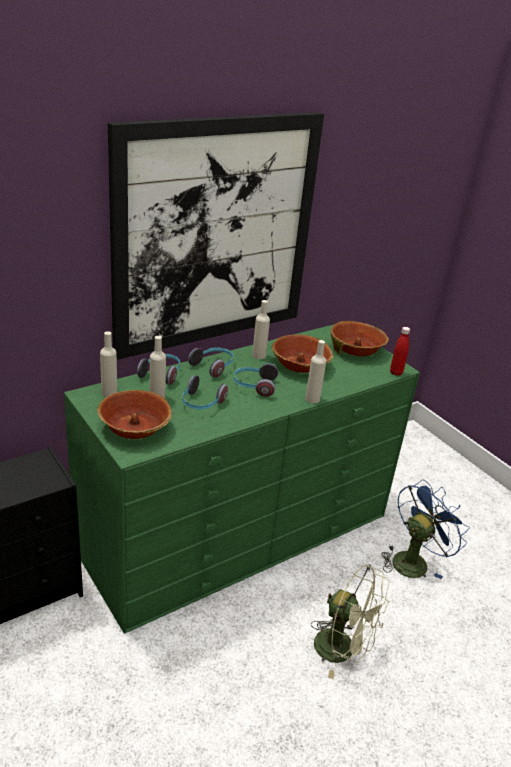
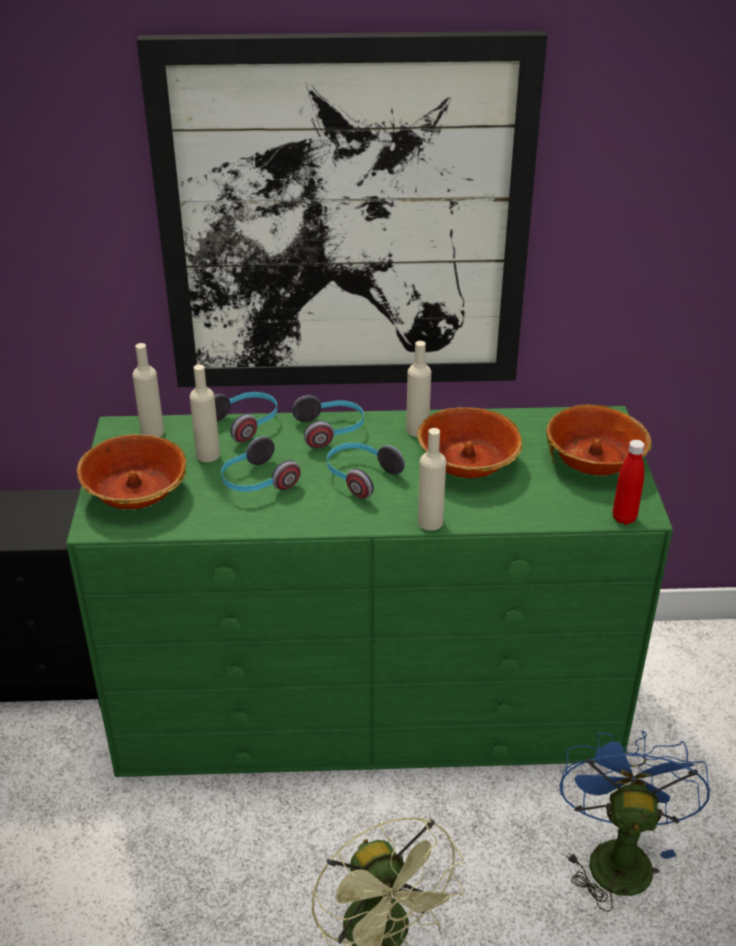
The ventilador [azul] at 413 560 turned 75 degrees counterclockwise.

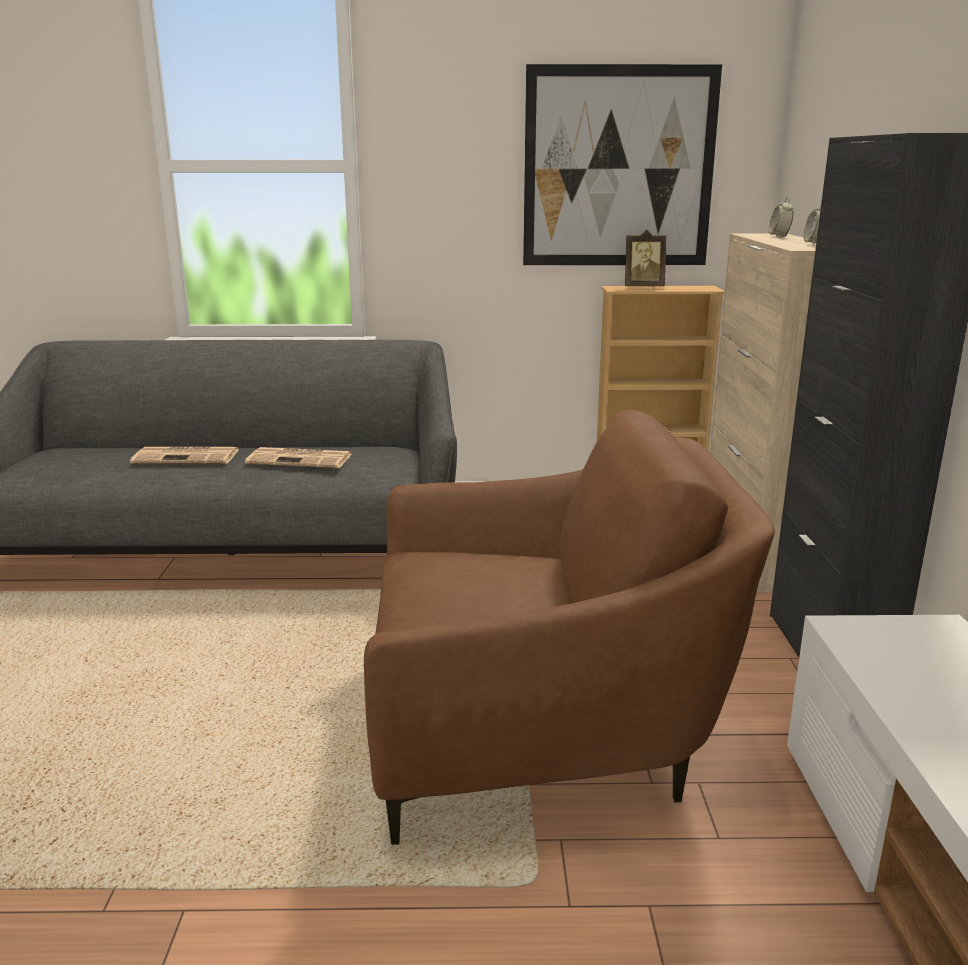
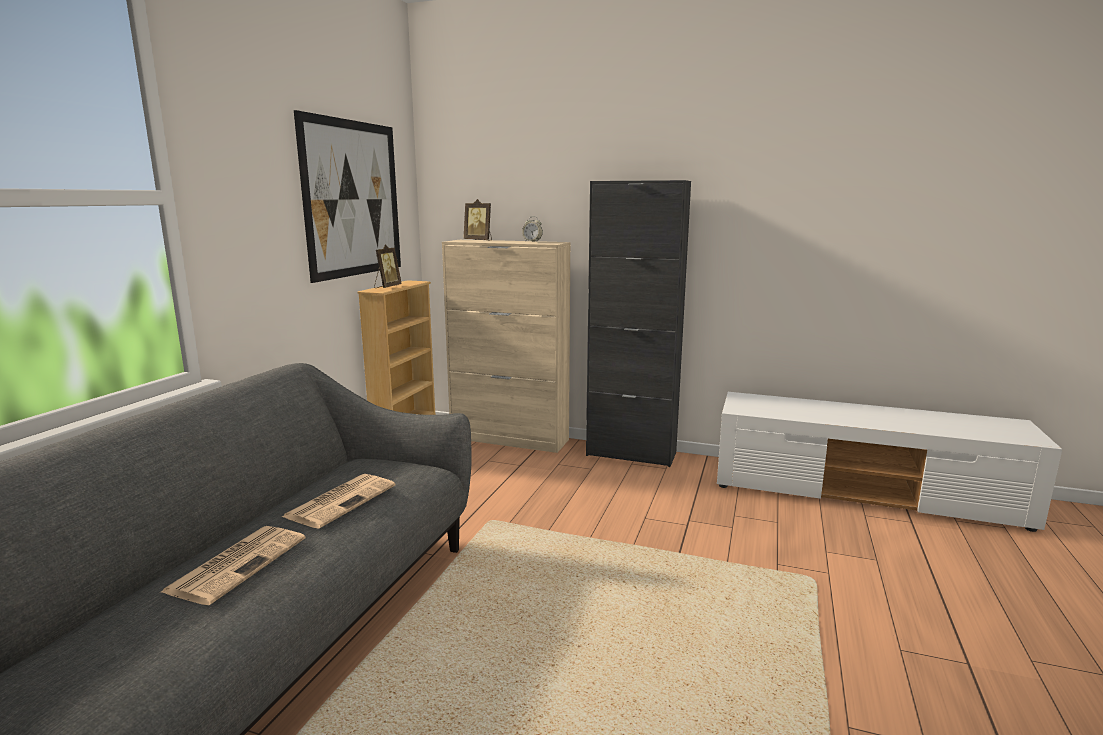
The despertador at 779 236 was replaced by the portarretratos at 479 240.
The sillón [marrón] at 541 732 disappeared.

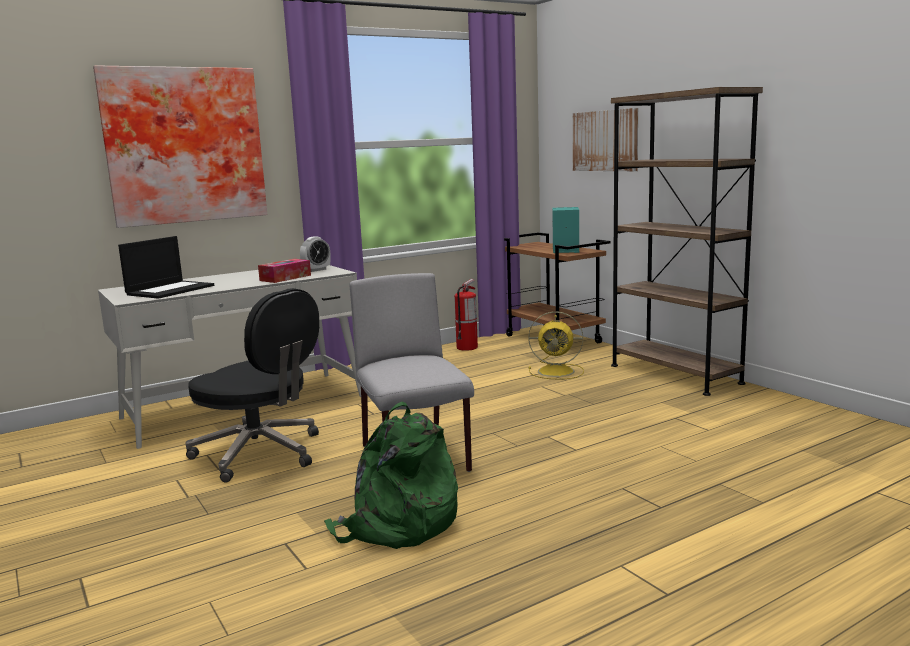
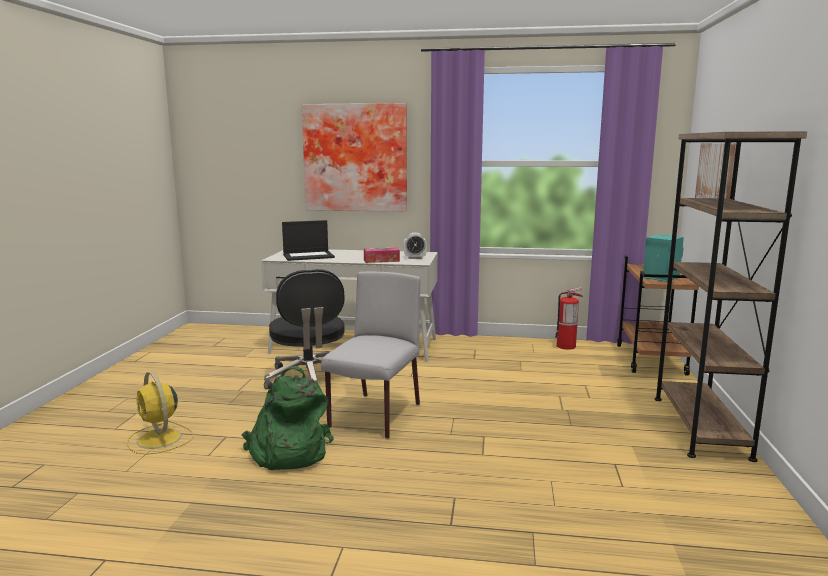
The ventilador [amarillo] moved from 557 371 to 160 439.

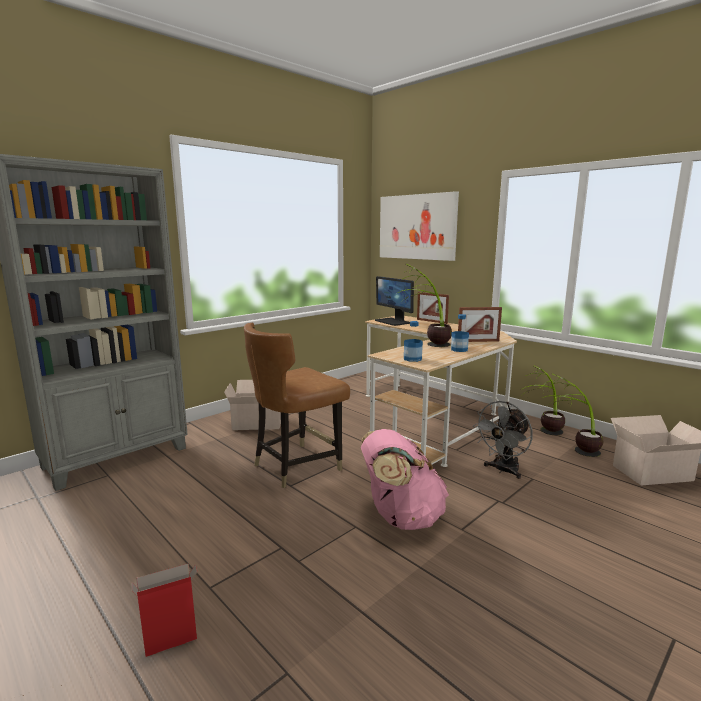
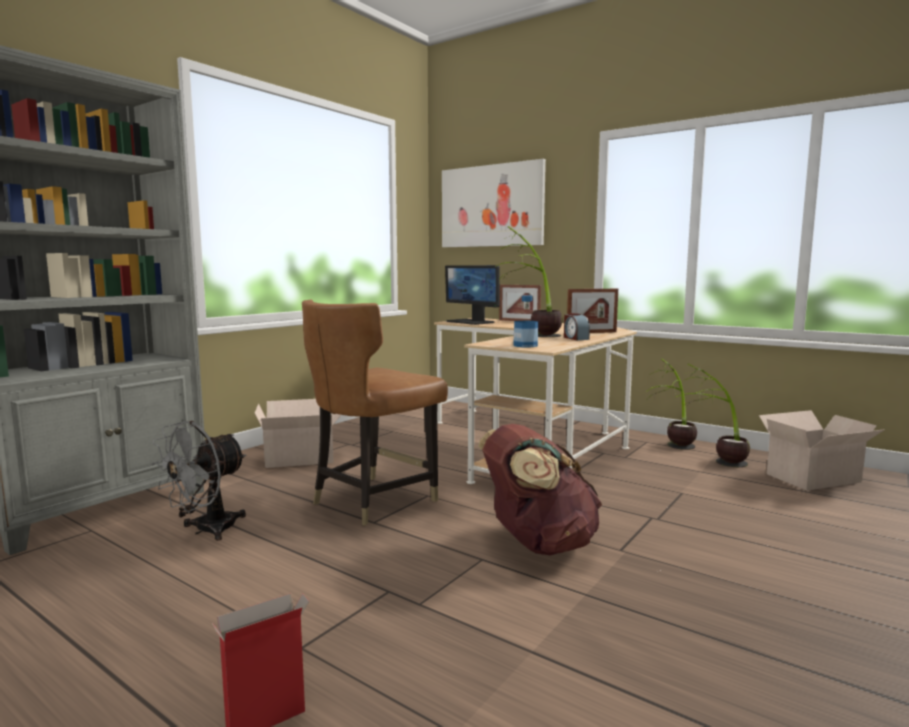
The botella at 459 349 was replaced by the despertador at 575 338.
The ventilador [gris] moved from 503 470 to 206 530.
The mochila [rosa] at 401 517 became the mochila [marrón] at 537 544.

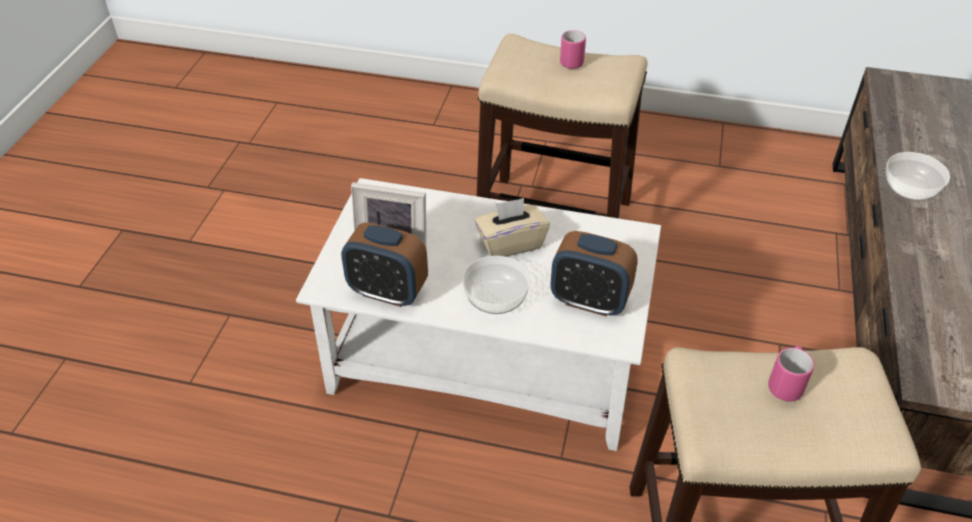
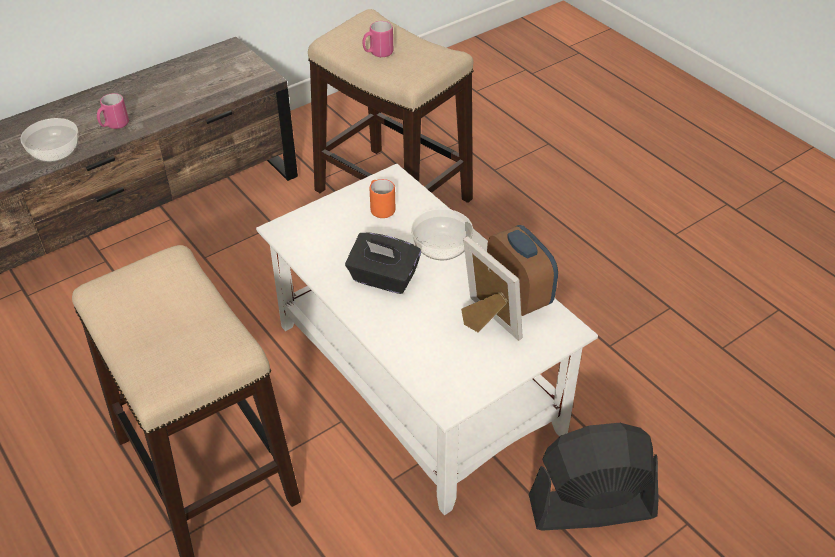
The taza grande [rosa] moved from 571 60 to 114 125.
The caja de pañuelos [beis] at 510 243 became the caja de pañuelos [negro] at 383 278.
The despertador at 589 301 was replaced by the taza grande [naranja] at 380 208.
The ventilador [negro] at 591 506 appeared.

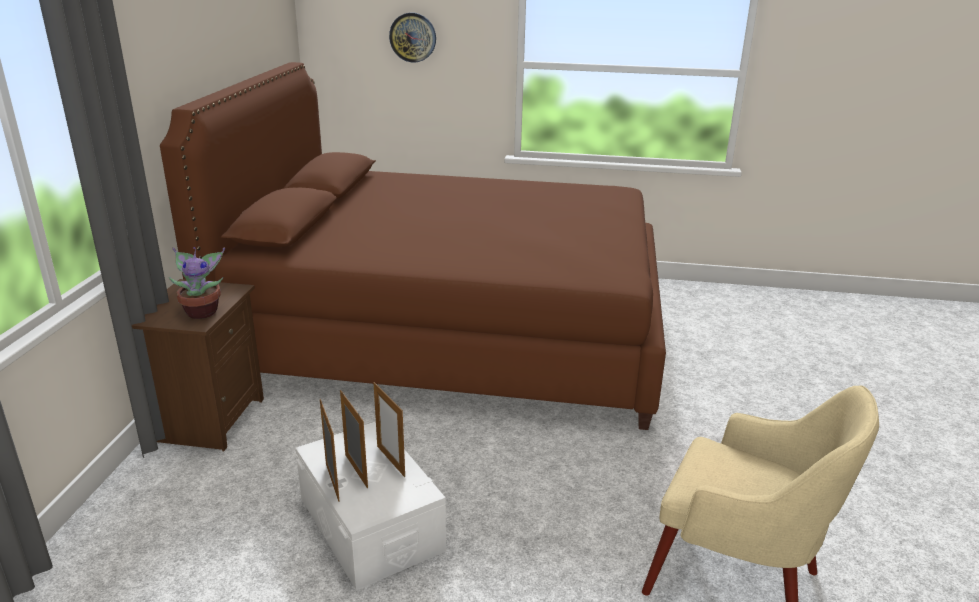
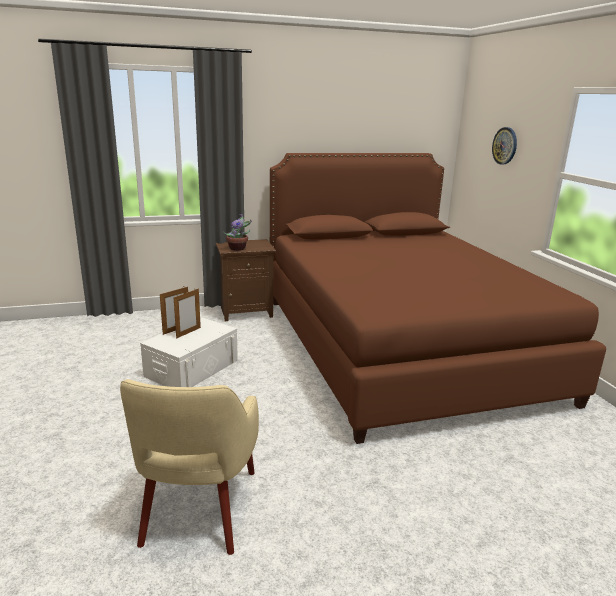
The portarretratos at 391 461 disappeared.

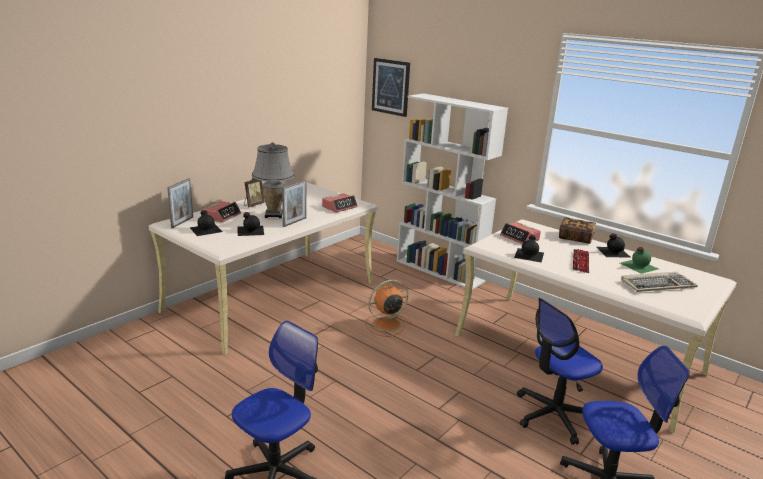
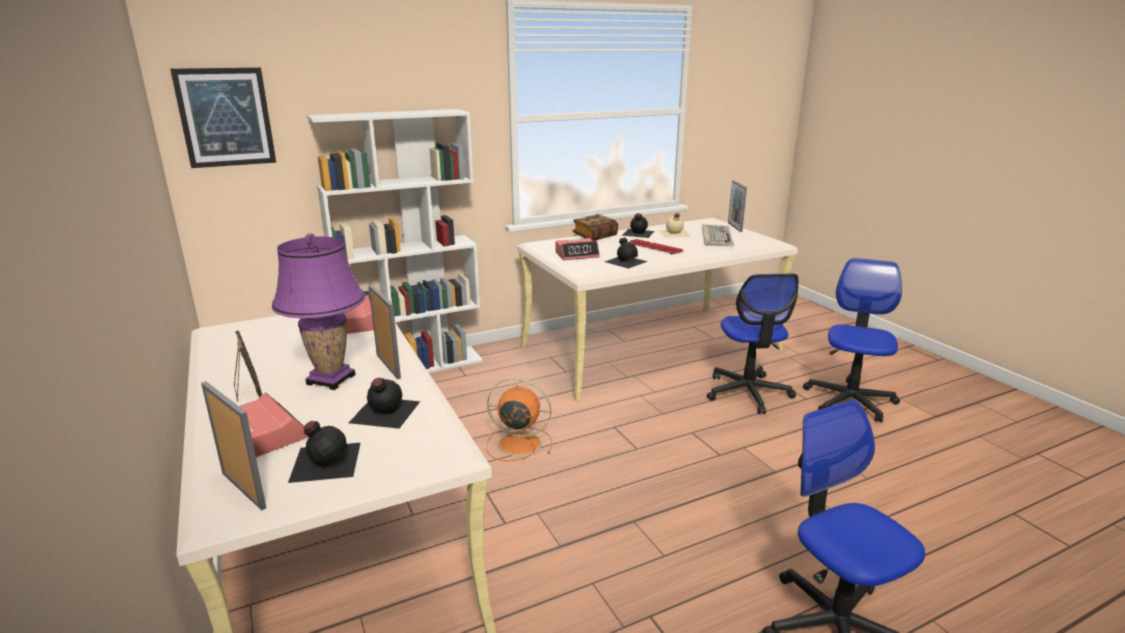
The lámpara de mesa [gris] at 274 215 became the lámpara de mesa [morado] at 331 379.
The botella [verde] at 638 265 became the botella [beis] at 674 233.
The ventilador [naranja] at 385 324 turned 105 degrees clockwise.
The portarretratos at 734 227 appeared.

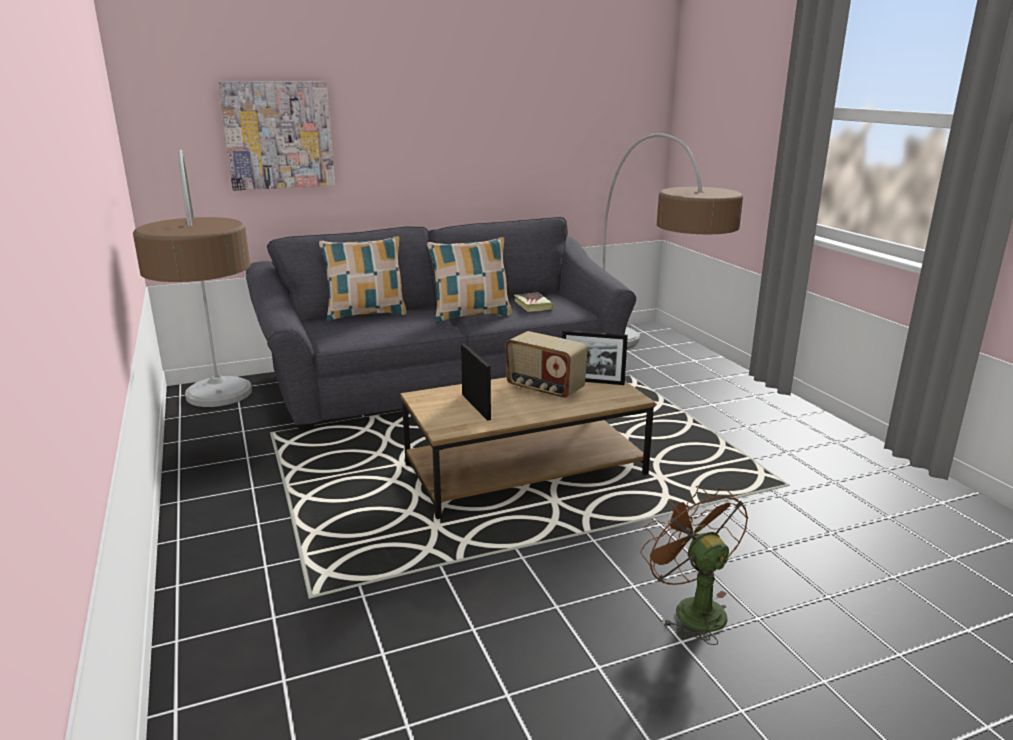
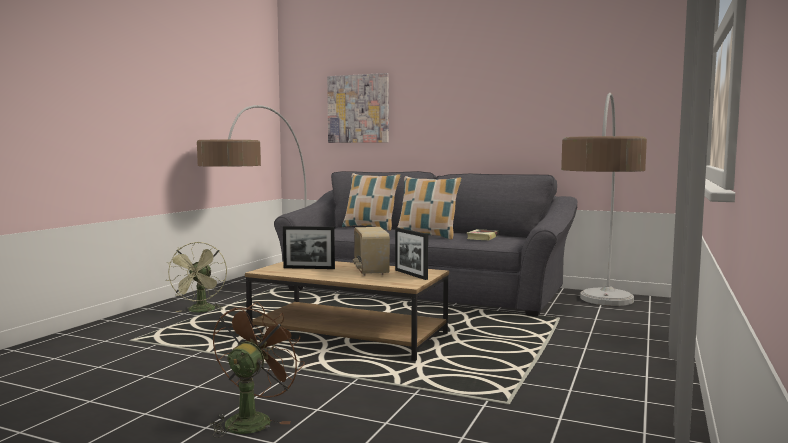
The portarretratos at 476 406 turned 75 degrees clockwise.
The ventilador [verde] at 200 311 appeared.

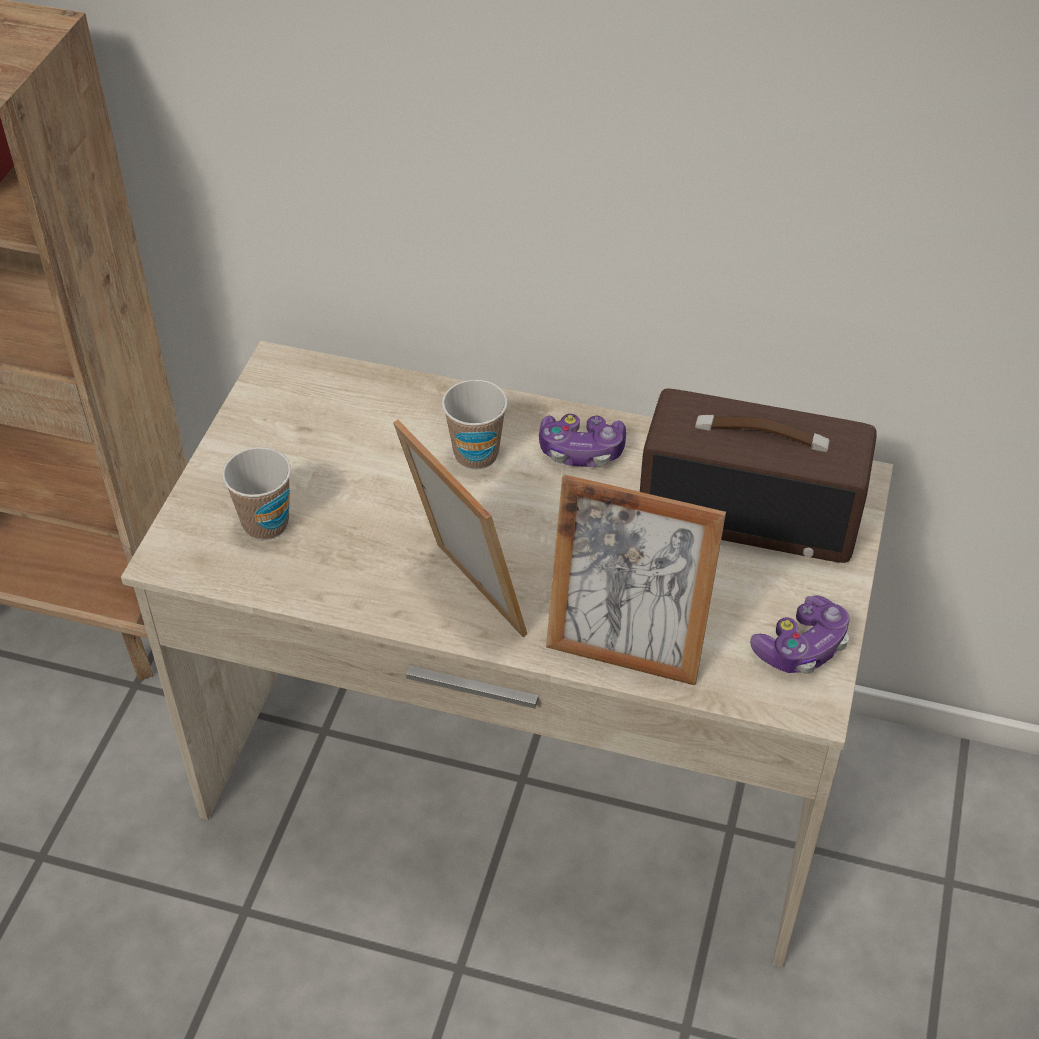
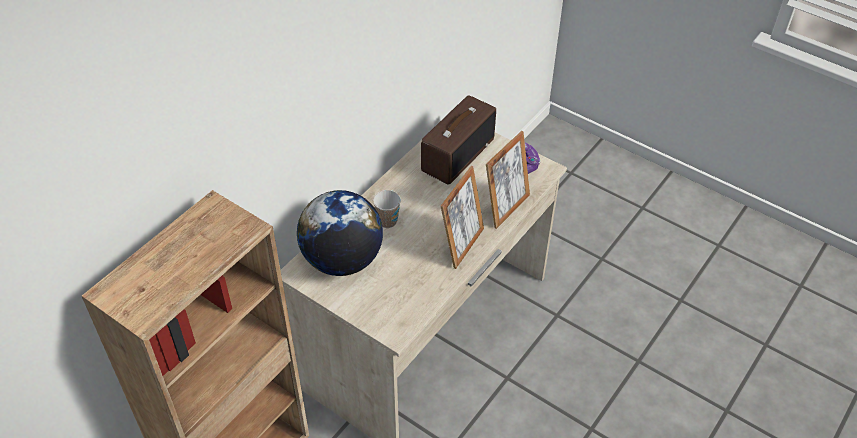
The mando de consola at 581 451 disappeared.
The portarretratos at 465 597 turned 135 degrees clockwise.
The taza at 266 524 disappeared.
The globo terráqueo at 342 260 appeared.

